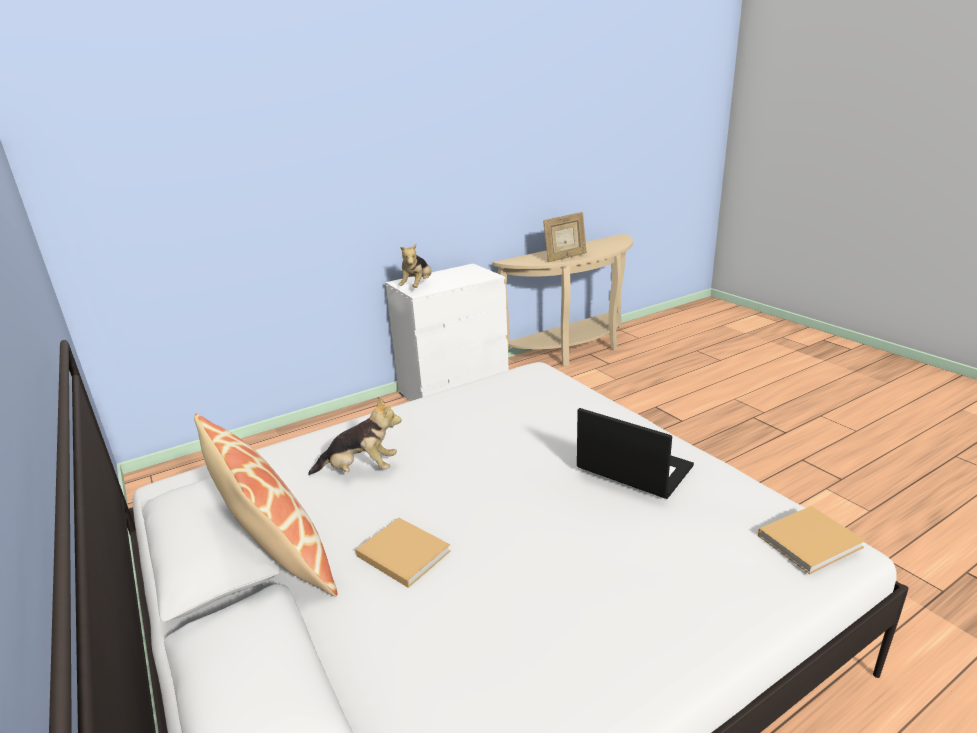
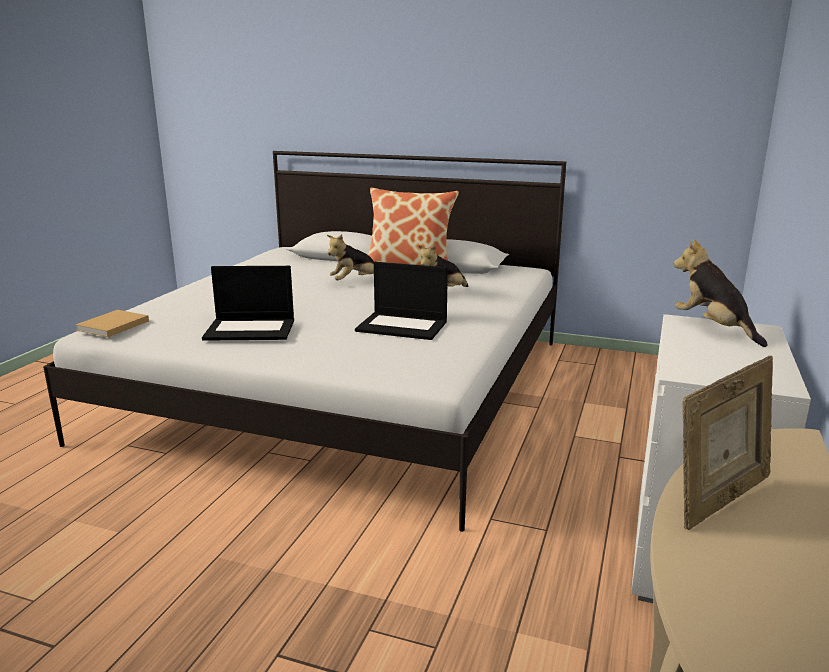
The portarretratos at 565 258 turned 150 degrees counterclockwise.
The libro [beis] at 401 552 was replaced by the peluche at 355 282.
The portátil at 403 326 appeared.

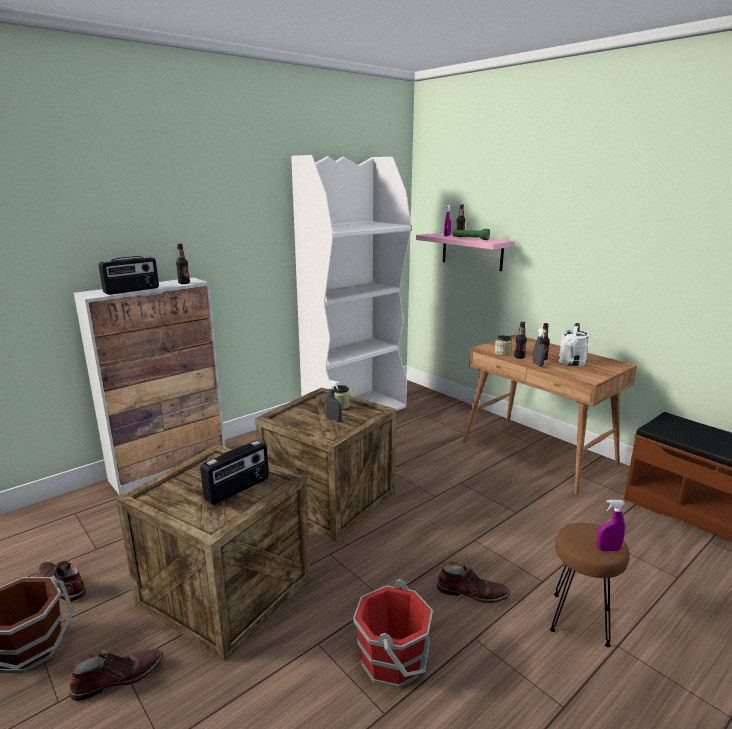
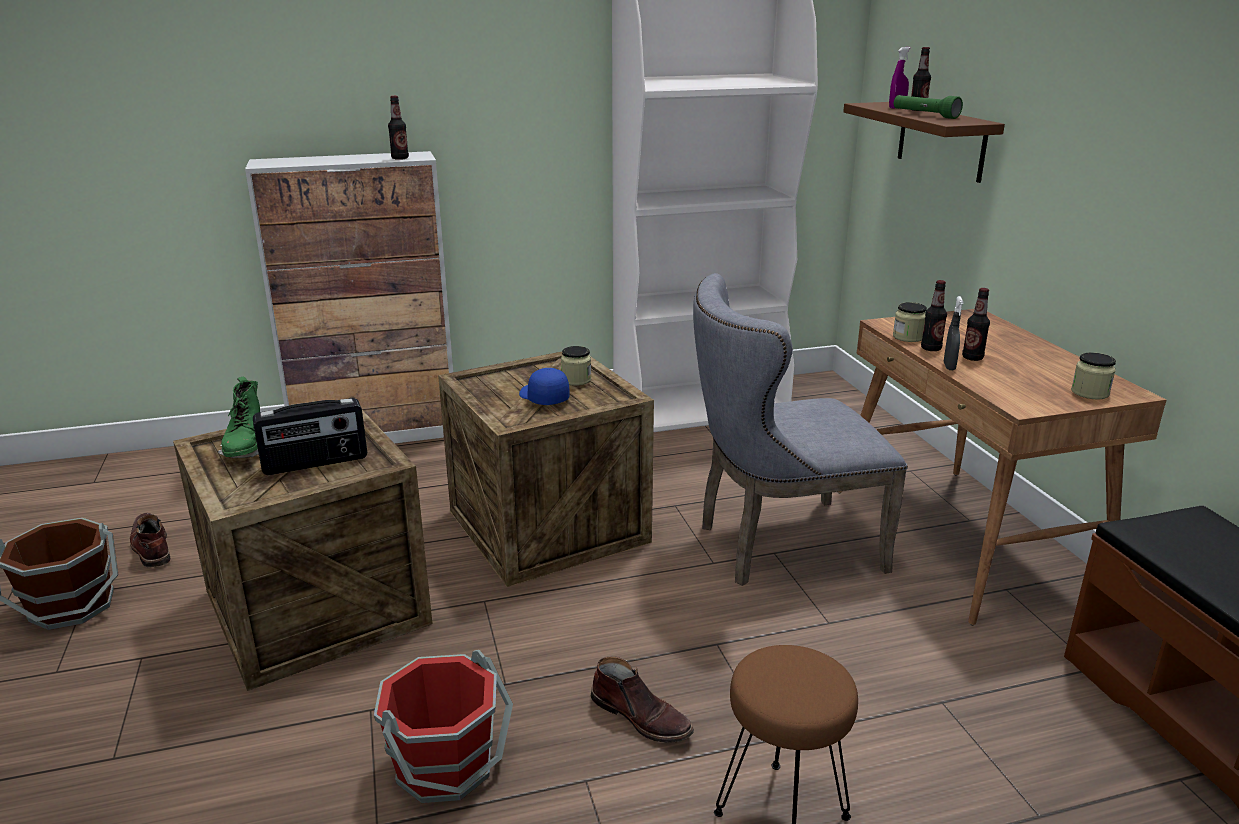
The estante [rosa] at 472 251 became the estante [marrón] at 941 141.
The radio at 132 290 disappeared.
The regadera [blanco] at 571 363 disappeared.
The pulverizador [gris] at 333 419 was replaced by the gorra [azul] at 543 398.
The pulverizador [morado] at 608 549 disappeared.
The bota [marrón] at 118 677 disappeared.
The silla [gris] at 777 546 appeared.
The tarro at 1090 393 appeared.
The bota [verde] at 246 450 appeared.

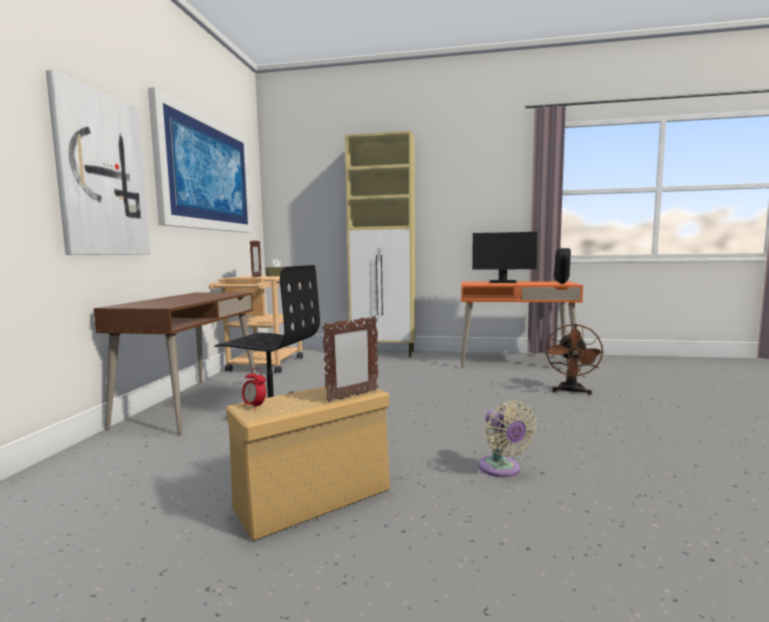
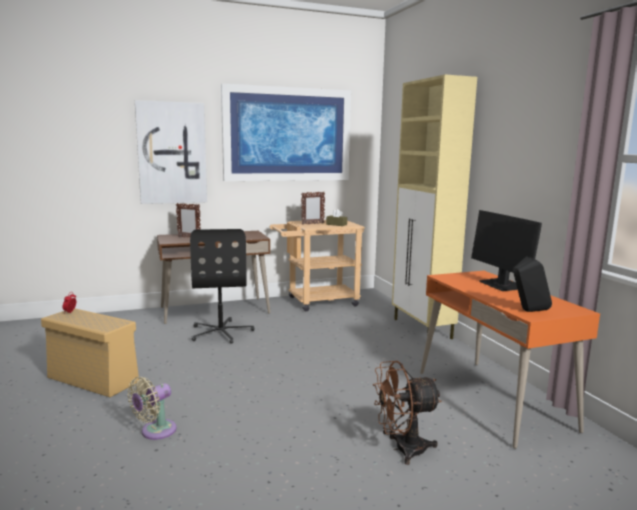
The portarretratos moved from 352 396 to 189 238.

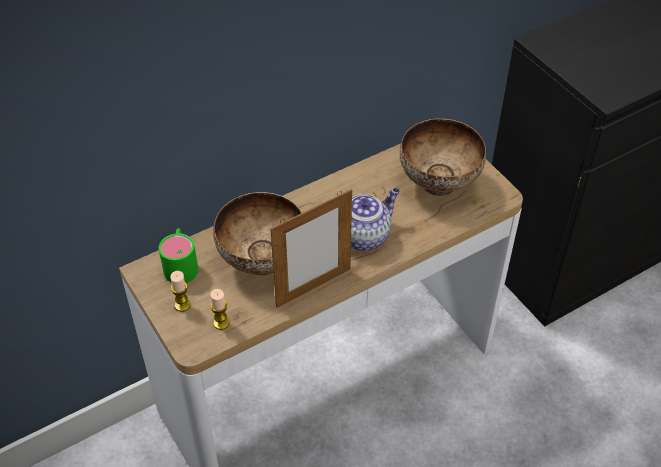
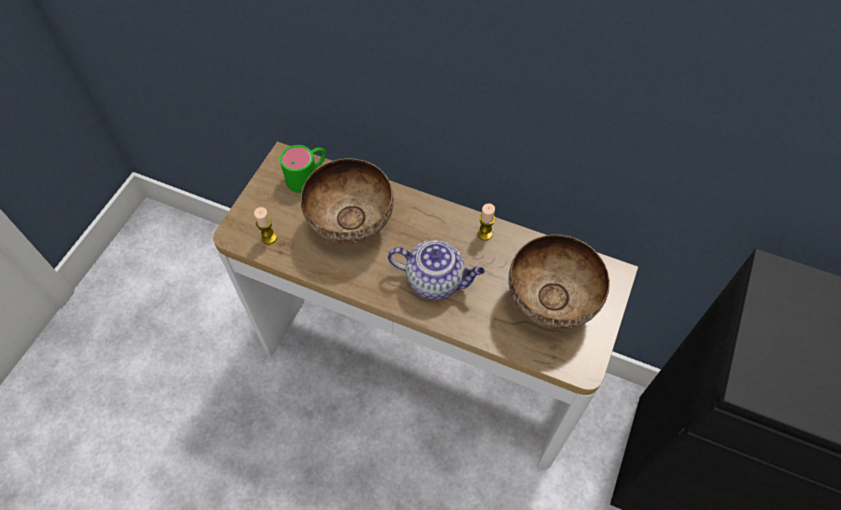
The portarretratos at 313 287 disappeared.
The vela moved from 182 305 to 485 234.

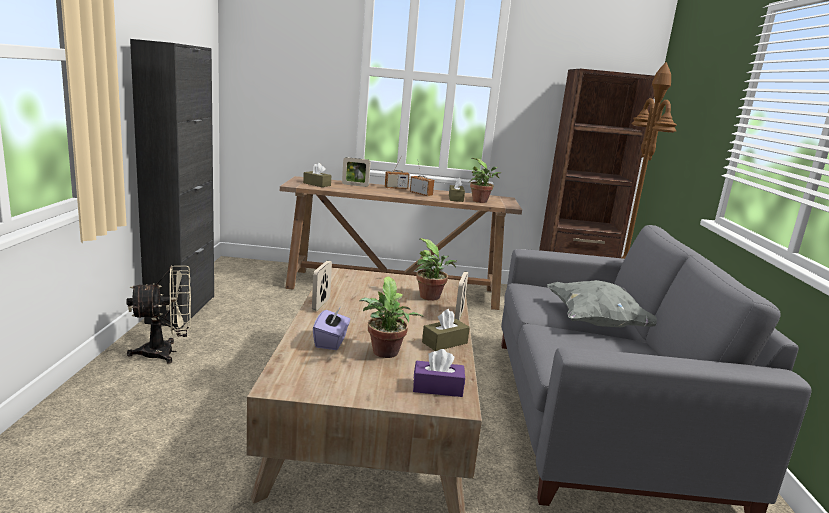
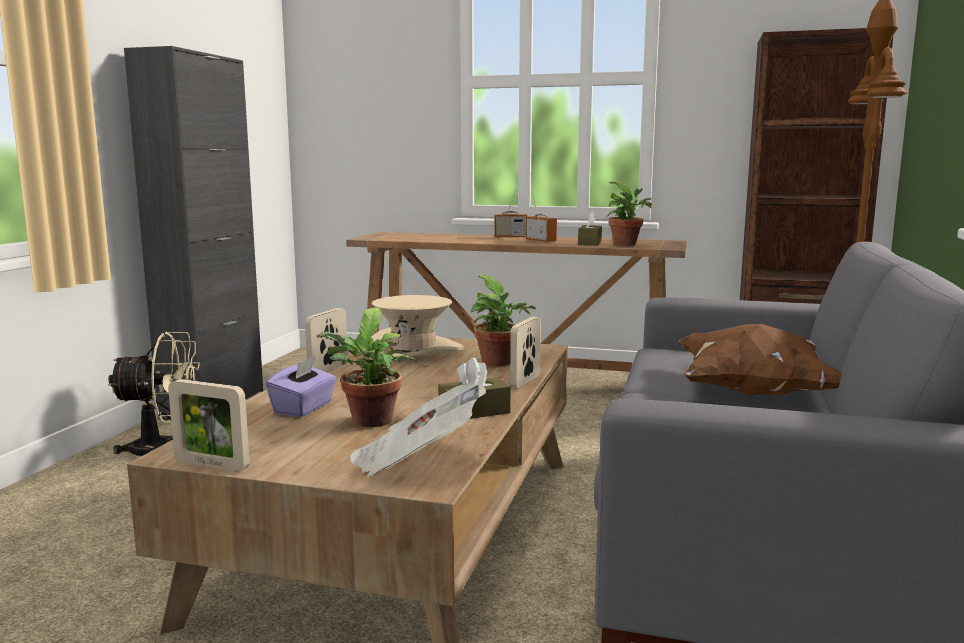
The portarretratos moved from 355 185 to 211 465.
The caja de pañuelos [marrón] at 317 184 disappeared.
The cojín [gris] at 596 322 became the cojín [marrón] at 752 392.
The caja de pañuelos [morado] at 437 388 was replaced by the periódico at 415 463.
The sombrero [beis] at 413 351 appeared.

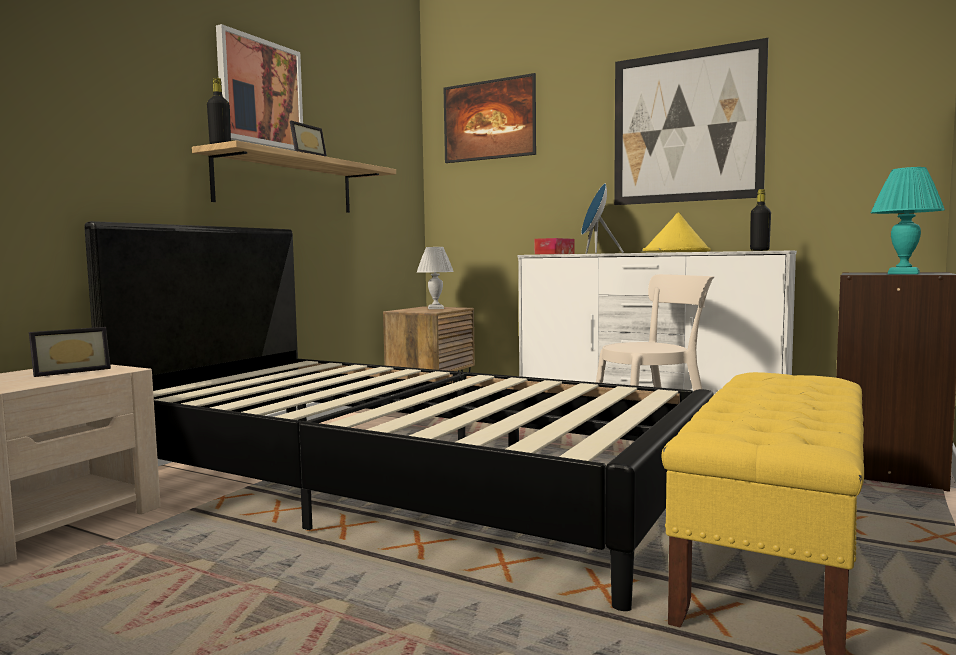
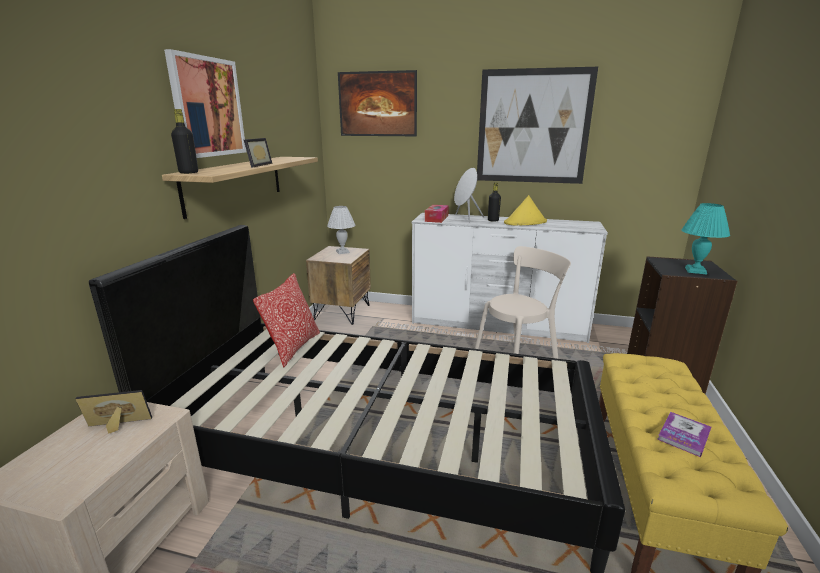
The altavoz [azul] at 596 253 became the altavoz [blanco] at 466 218.
The botella [negro] moved from 759 250 to 493 220.
The portarretratos at 71 371 turned 135 degrees counterclockwise.
The cojín at 293 347 appeared.
The libro at 684 435 appeared.

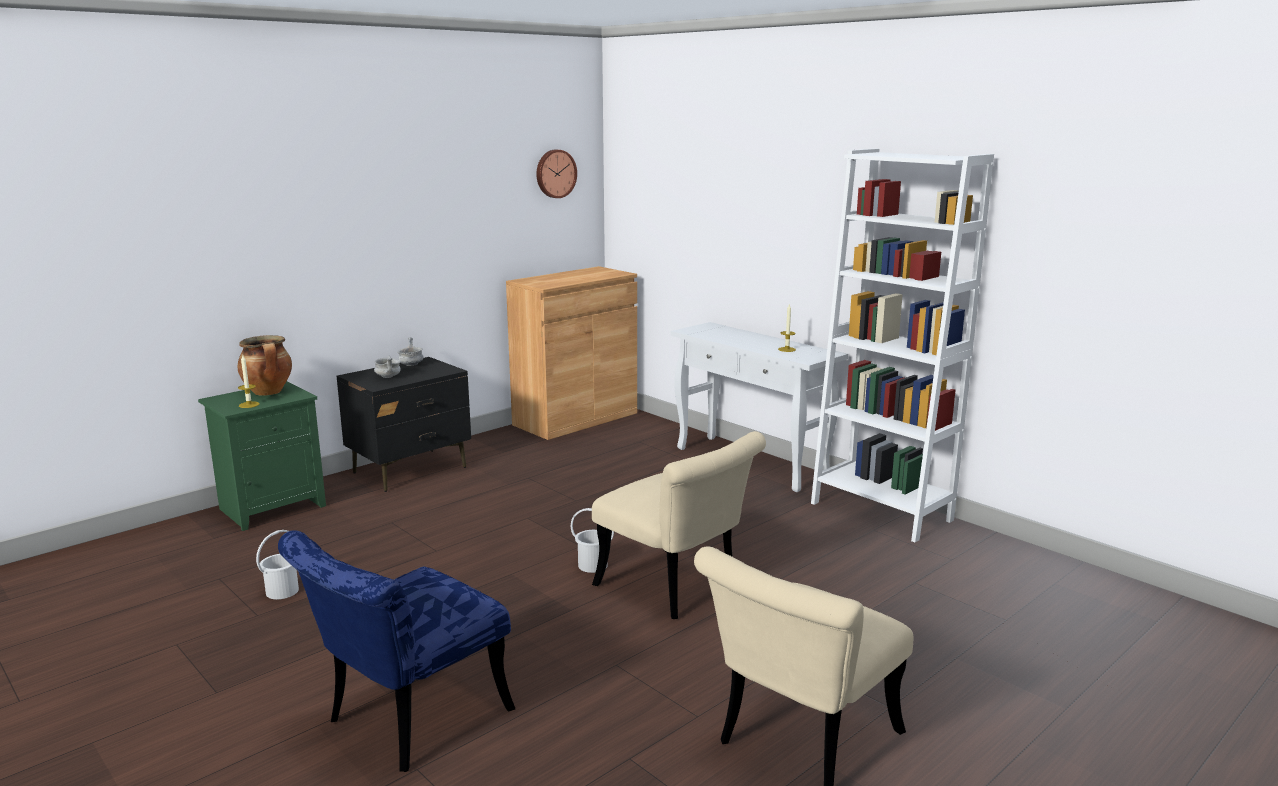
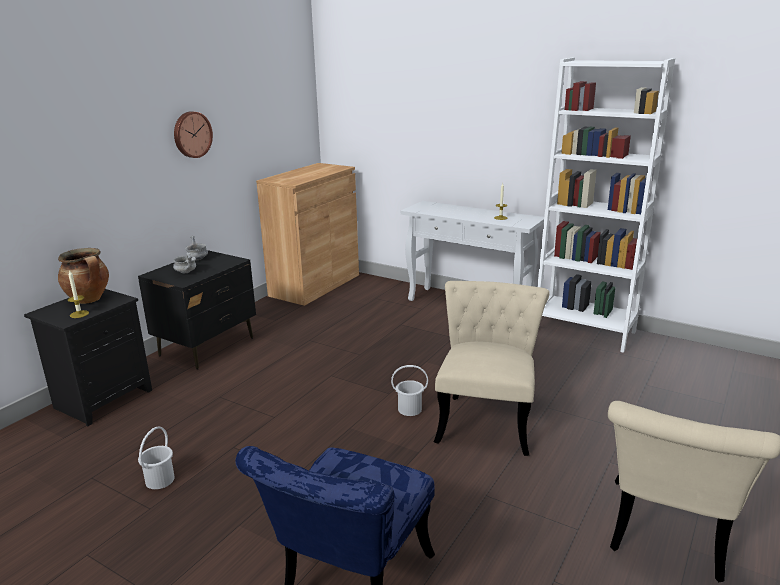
The reloj de pared moved from 555 173 to 191 134.
The mesita de noche [verde] at 272 507 became the mesita de noche [negro] at 103 398.
The silla [beis] at 677 589 turned 105 degrees counterclockwise.

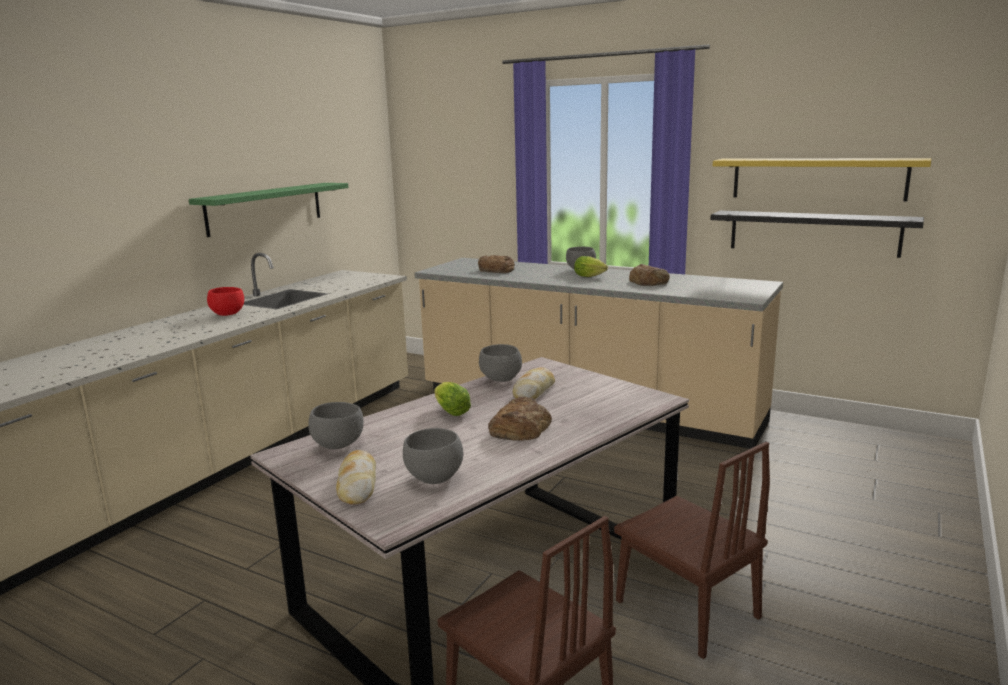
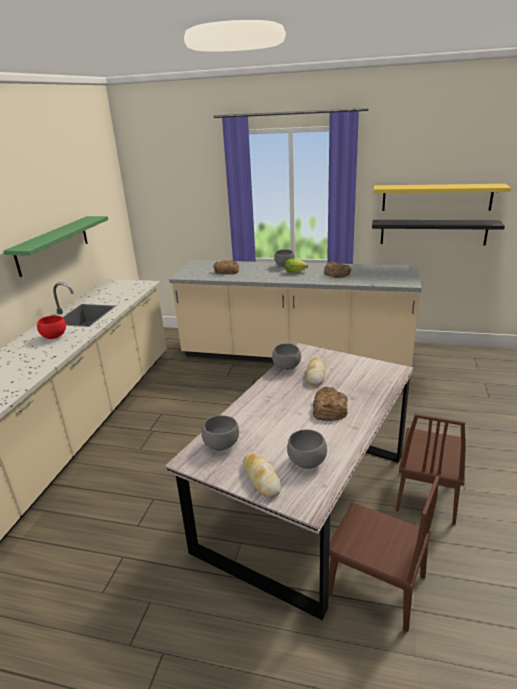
The lechuga at 450 411 disappeared.
The silla [marrón] at 686 609 turned 75 degrees clockwise.

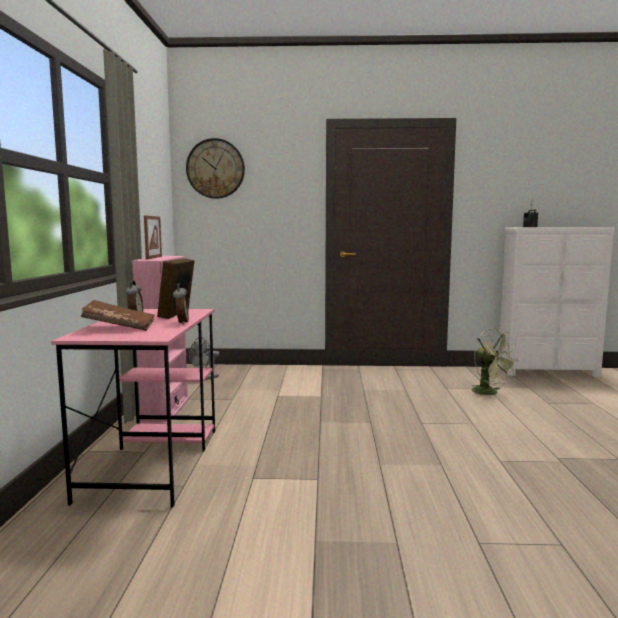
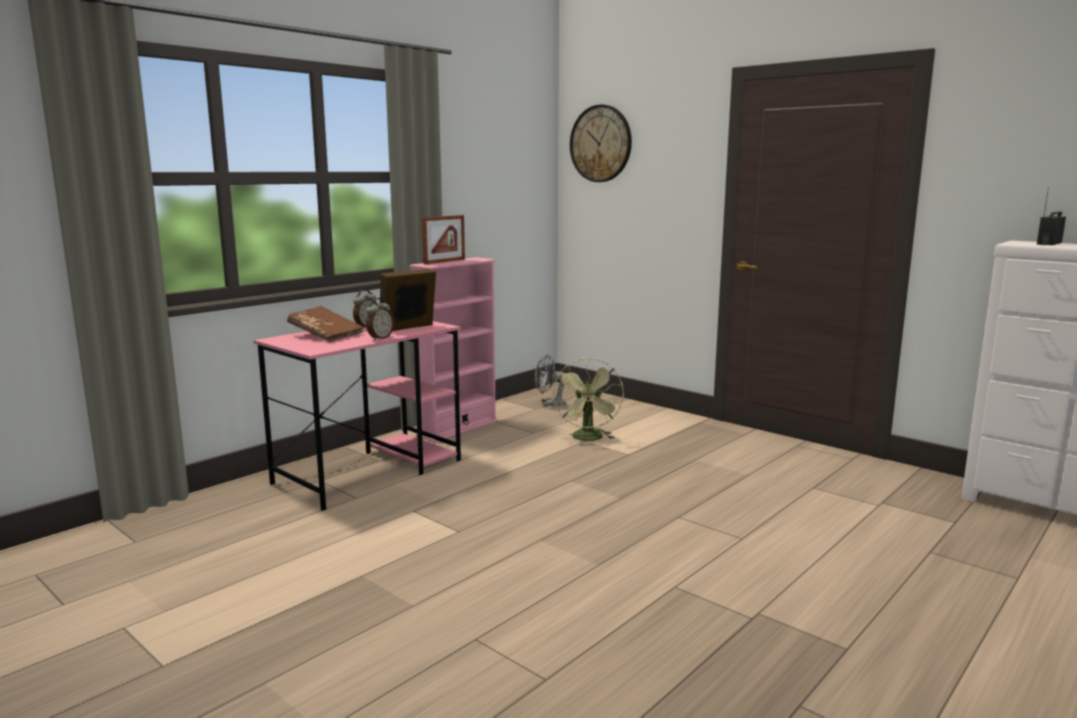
The ventilador [verde] moved from 490 393 to 589 439.

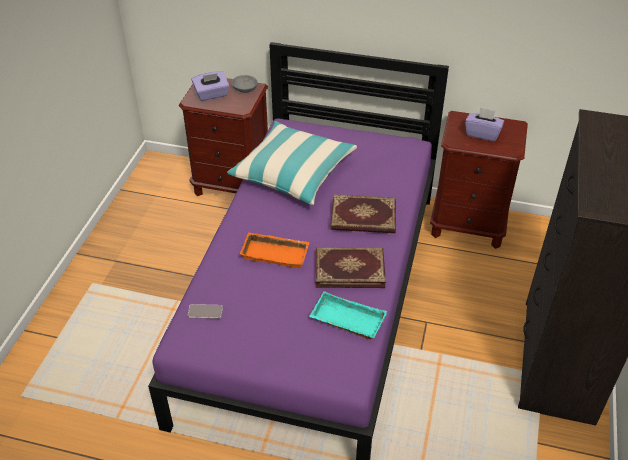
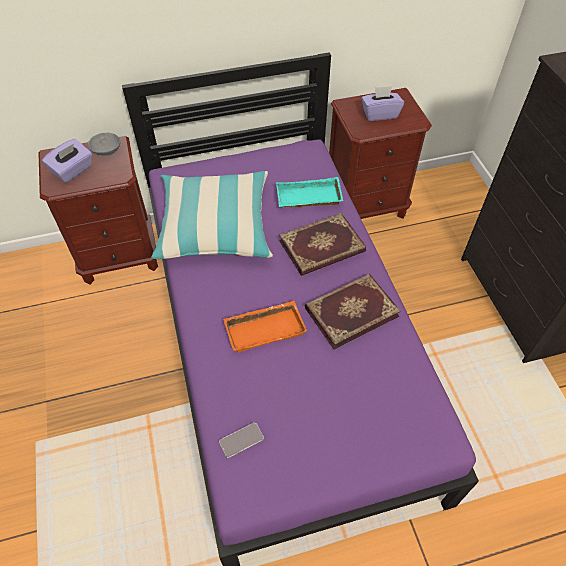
The bandeja [turquesa] moved from 346 321 to 308 199.

